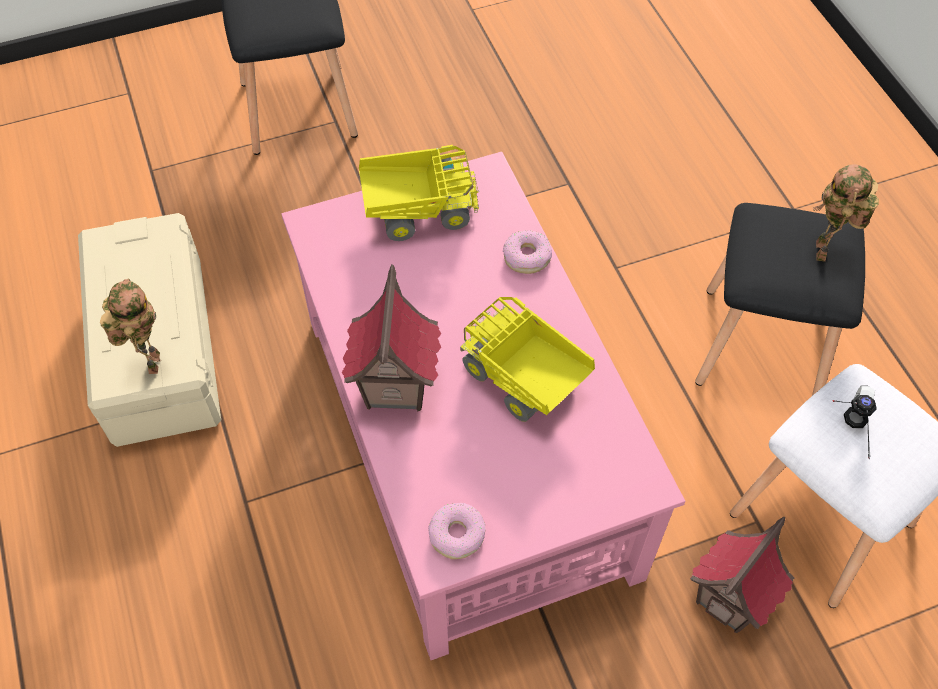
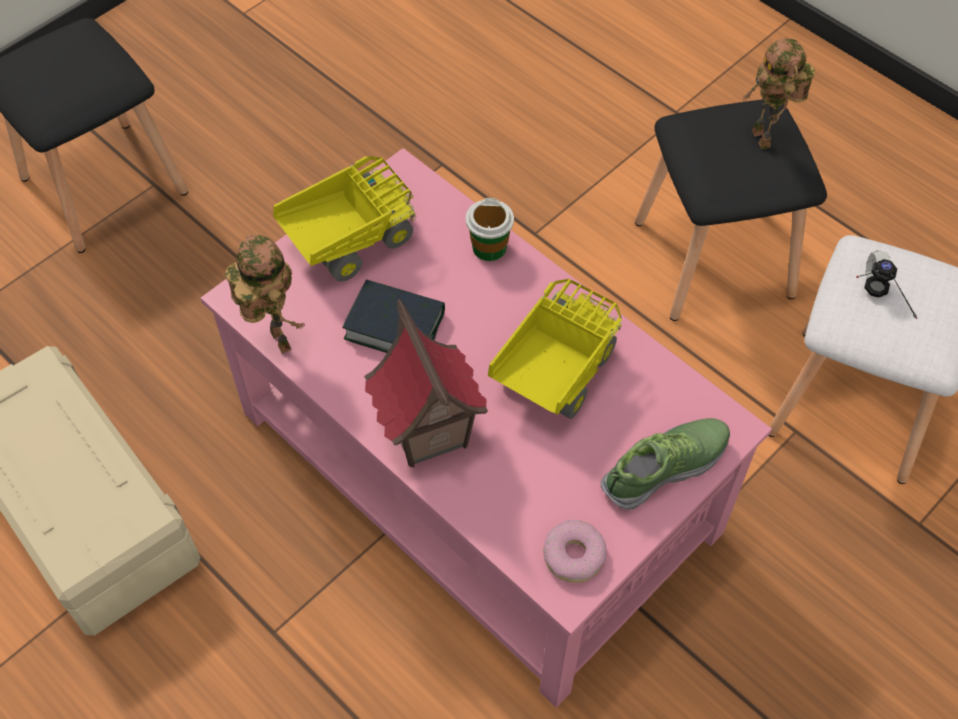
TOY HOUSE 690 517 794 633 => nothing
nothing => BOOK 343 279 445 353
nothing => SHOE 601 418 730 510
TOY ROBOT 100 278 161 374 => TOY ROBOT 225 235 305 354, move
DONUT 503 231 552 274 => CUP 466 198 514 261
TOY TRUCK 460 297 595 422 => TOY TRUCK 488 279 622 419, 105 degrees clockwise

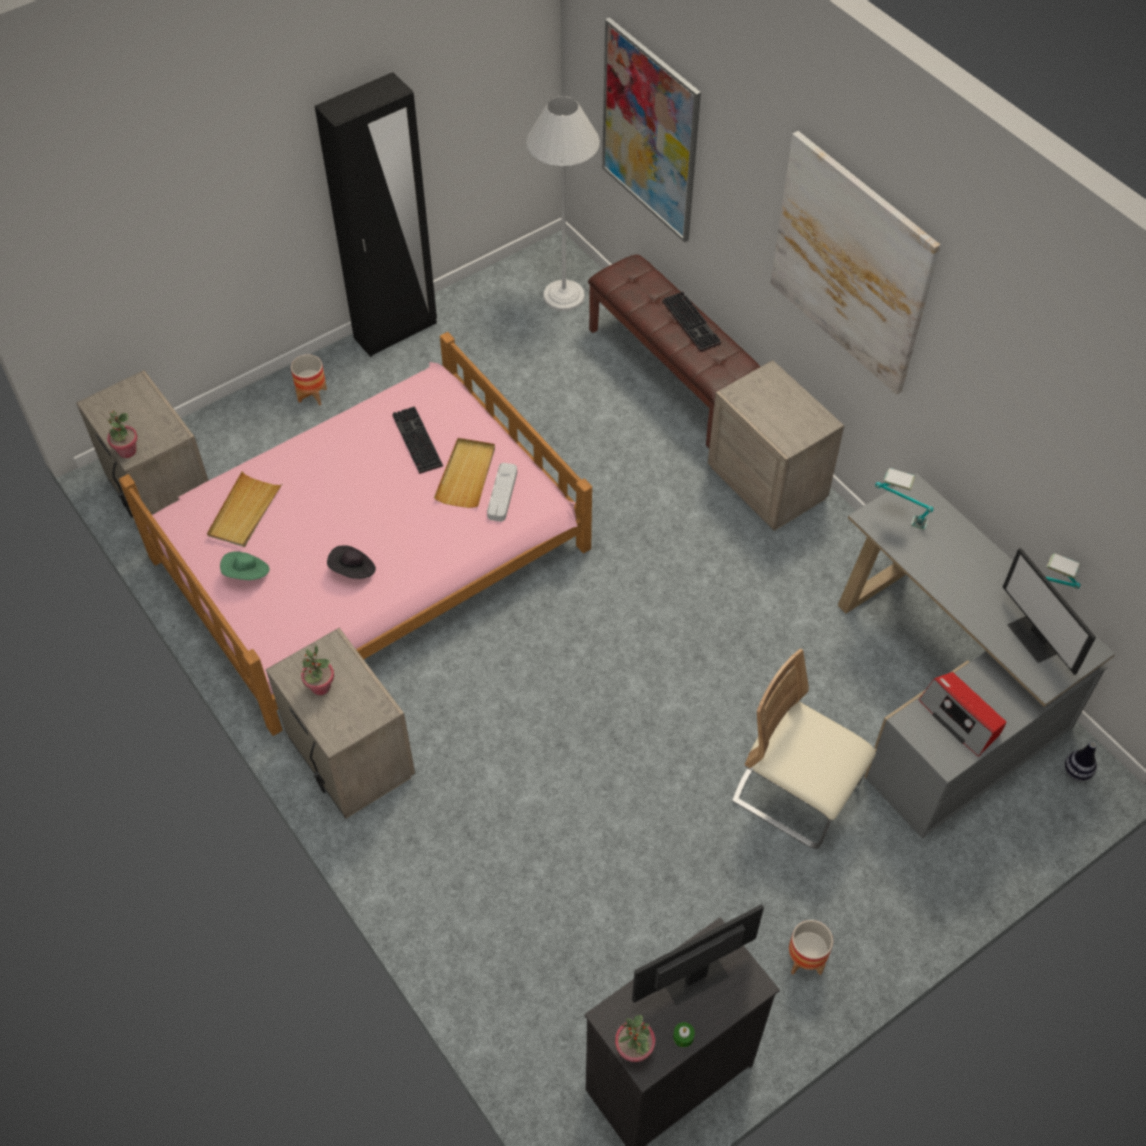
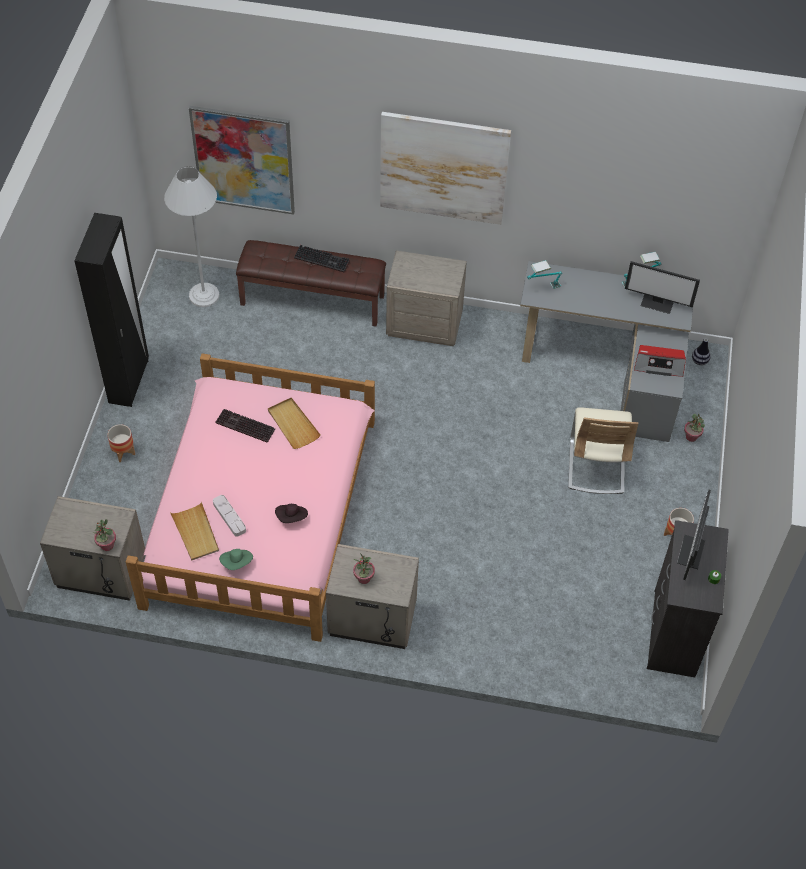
GREY TRAY 487 463 517 522 => GREY TRAY 213 495 246 537, move
POTTED PLANT 615 1015 655 1062 => POTTED PLANT 684 414 705 442, move
BEIGE CHAIR 732 648 876 849 => BEIGE CHAIR 568 407 638 494, 75 degrees counterclockwise

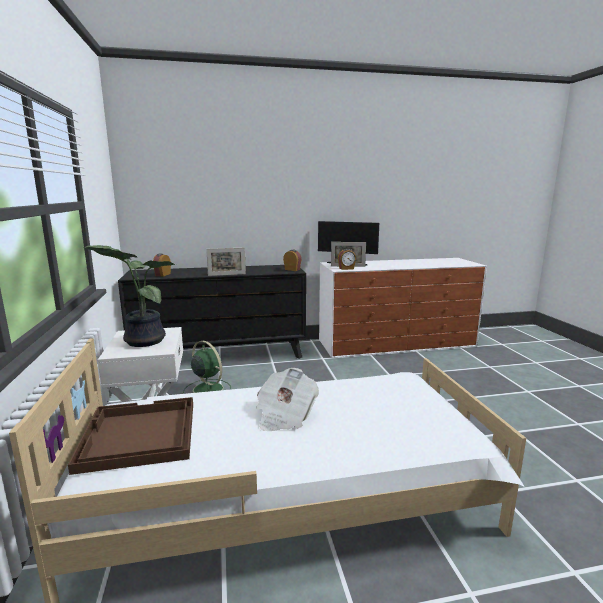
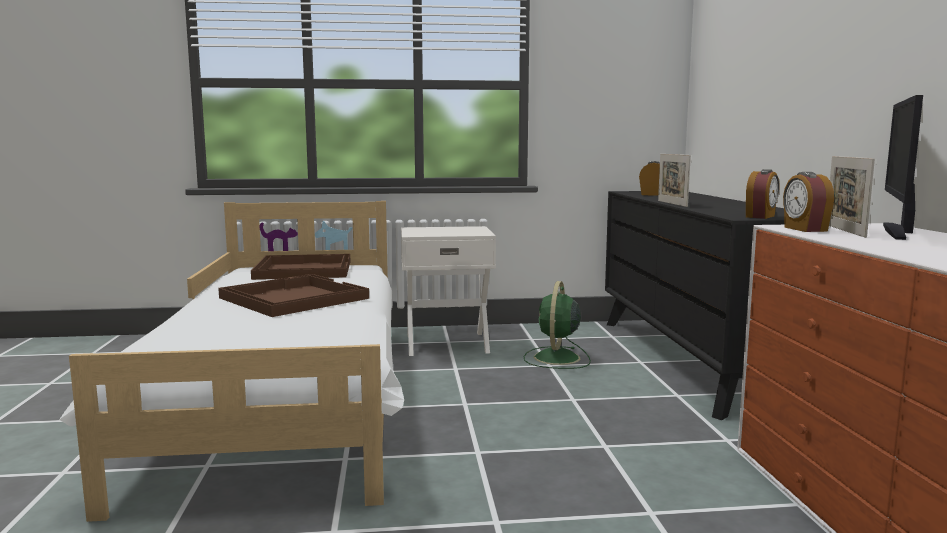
POTTED PLANT 84 245 176 347 => nothing
NEWSPAPER 256 368 319 431 => BROWN TRAY 218 274 369 317
GREEN FAN 183 341 231 393 => GREEN FAN 524 281 591 369, 150 degrees clockwise

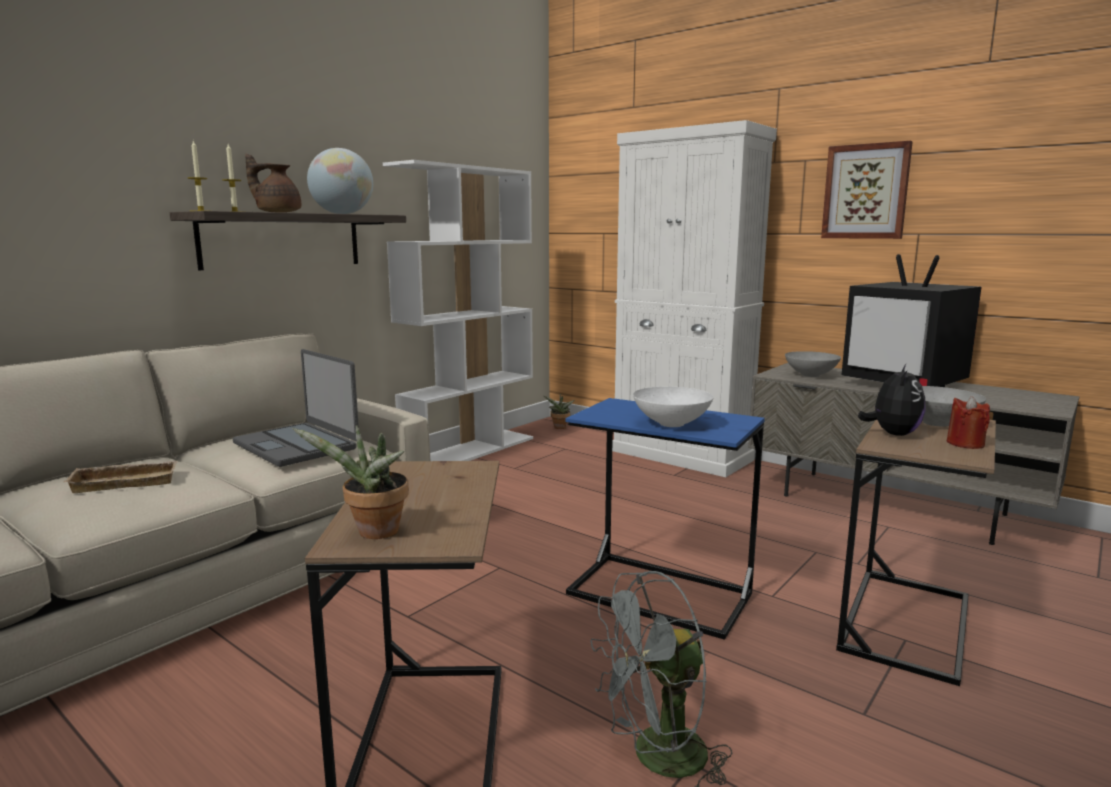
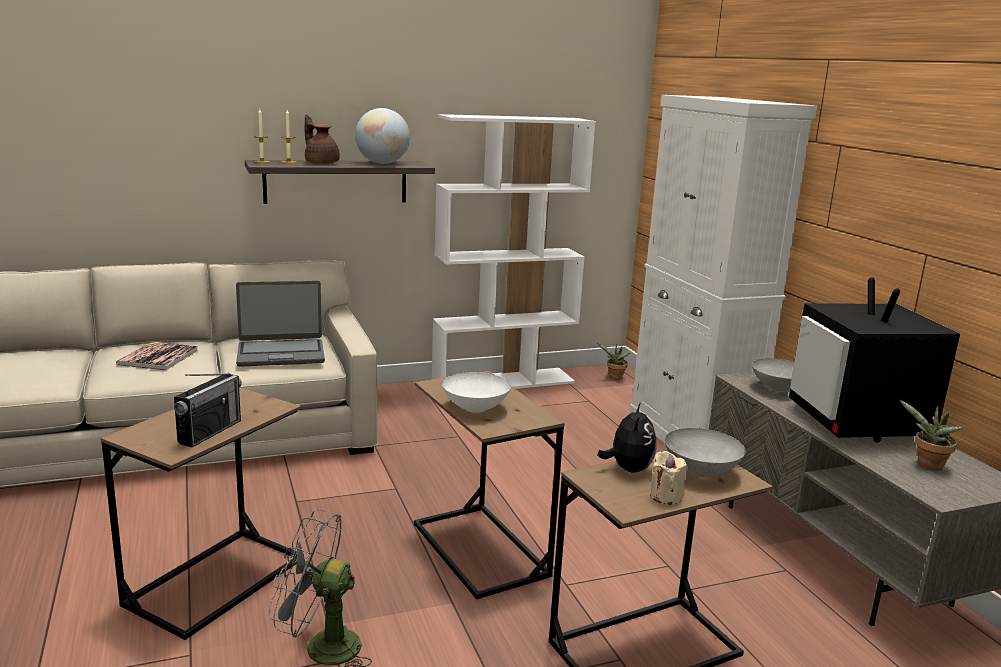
PICTURE 821 141 913 239 => nothing
nothing => RADIO 174 373 242 447
POTTED PLANT 292 425 409 539 => POTTED PLANT 900 400 965 471, move
BEIGE TRAY 63 461 178 493 => BOOK 116 342 198 370
BLUE SIDE TABLE 566 398 765 640 => BROWN SIDE TABLE 414 371 565 599
RED CANDLE 947 396 990 449 => BEIGE CANDLE 650 451 687 505
LAPTOP 233 349 359 467 => LAPTOP 236 281 325 367, 90 degrees counterclockwise
PLUSH TOY 858 364 925 436 => PLUSH TOY 597 402 656 472, 45 degrees counterclockwise

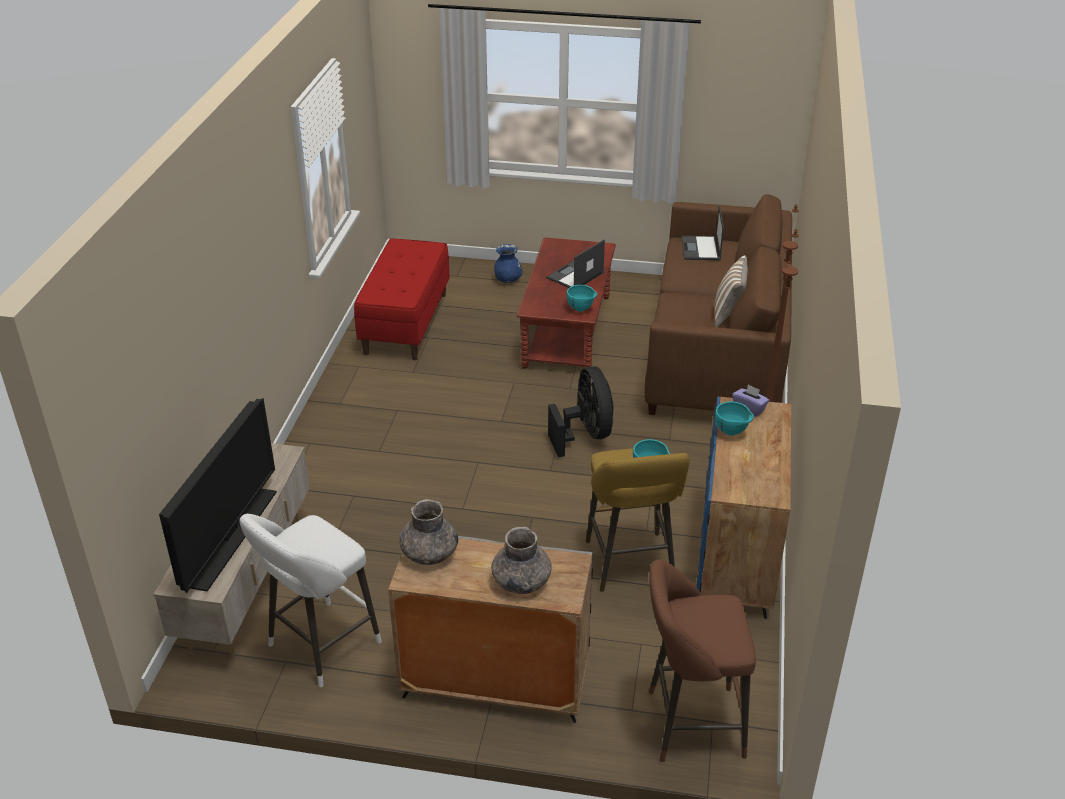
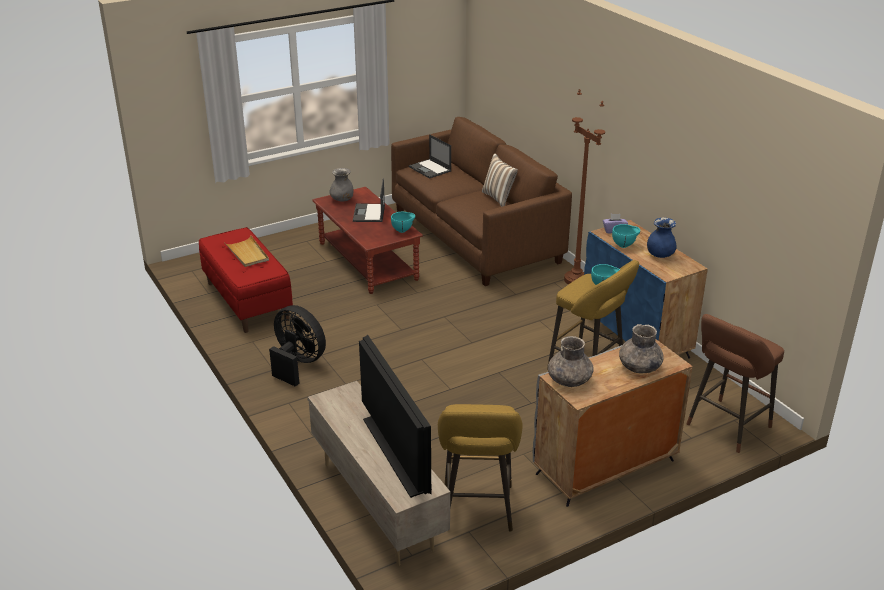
nothing => BEIGE TRAY 224 236 269 267
nothing => GREY VASE 330 168 354 202
BLUE VASE 494 244 523 283 => BLUE VASE 647 217 677 258, move
BLACK FAN 548 366 614 457 => BLACK FAN 269 305 326 387, move
WHITE STOOL 239 514 382 687 => YELLOW STOOL 438 404 523 532

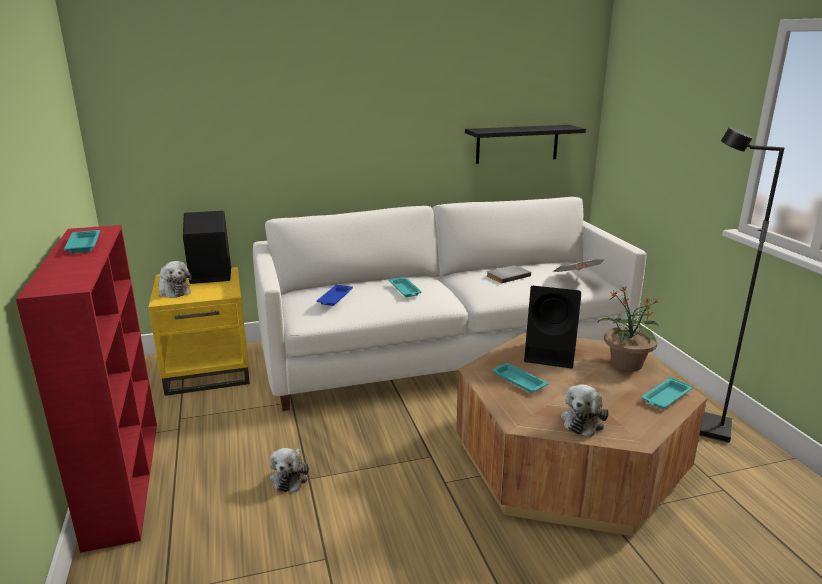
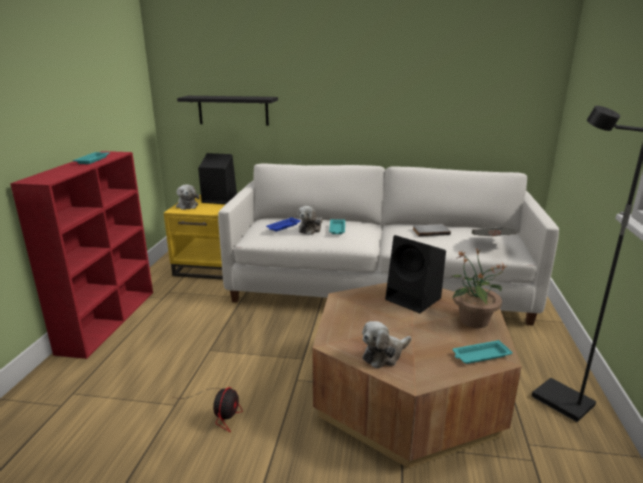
TURQUOISE TRAY 492 363 549 392 => nothing
nothing => FAN 172 387 242 432
PLUSH TOY 270 448 309 492 => PLUSH TOY 297 206 323 235, move
BLACK SHELF 465 125 586 164 => BLACK SHELF 177 96 278 126, move

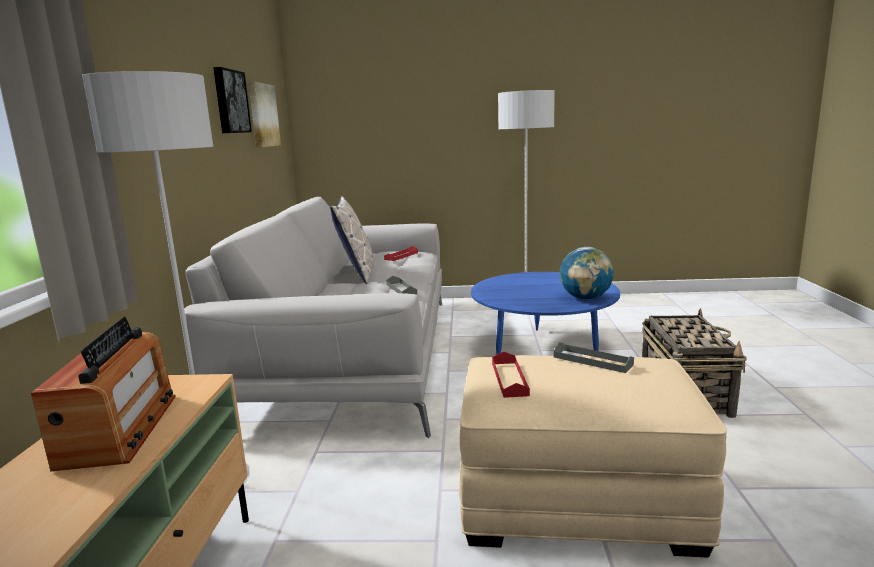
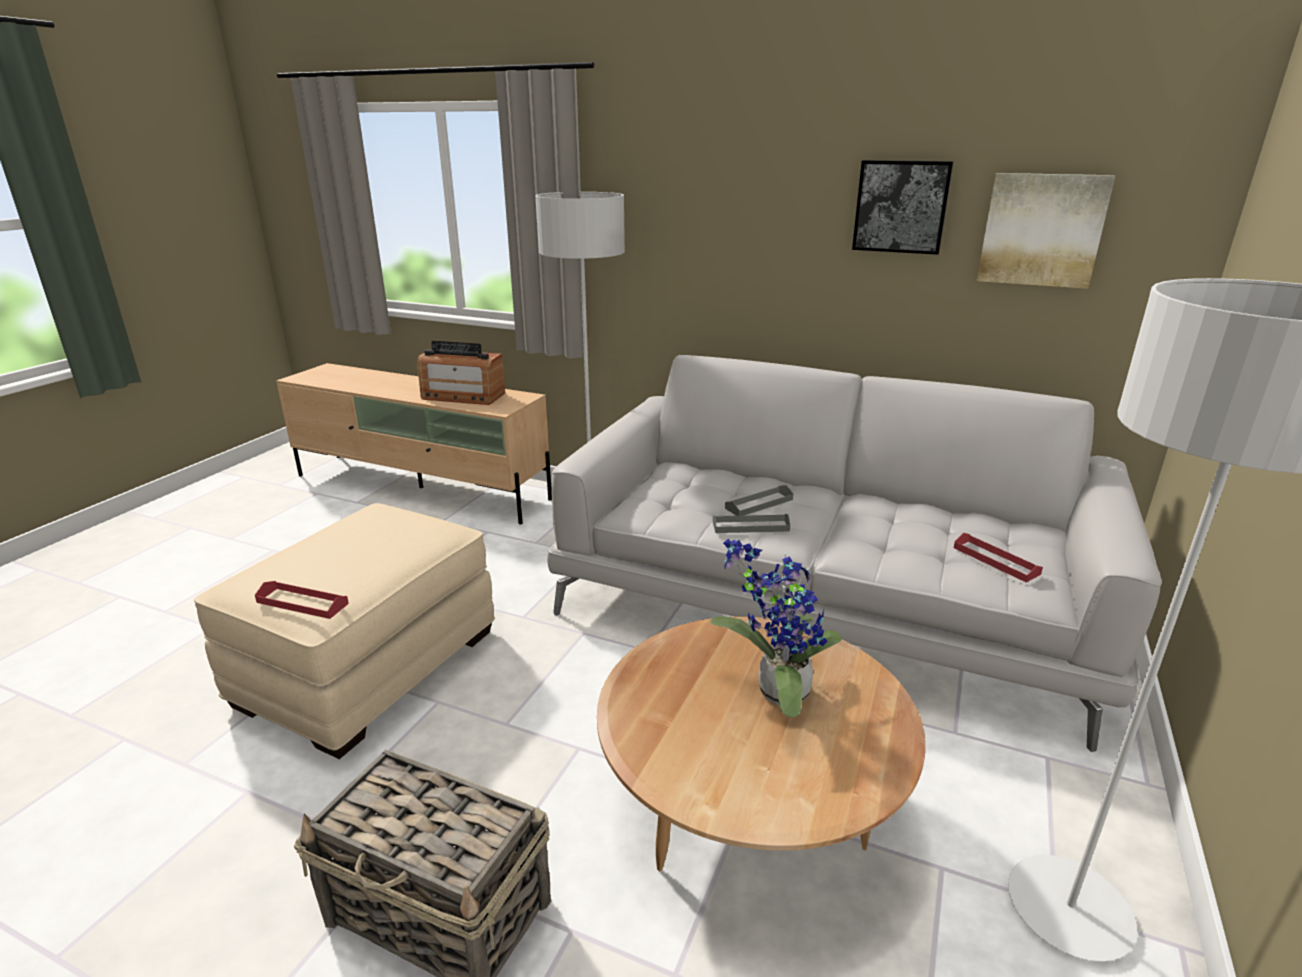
PILLOW 330 196 374 284 => nothing
GLOBE 560 247 614 300 => nothing
nothing => POTTED PLANT 710 539 842 717
RED TRAY 492 351 530 398 => RED TRAY 255 581 349 619, move
GREY TRAY 554 342 634 373 => GREY TRAY 725 485 793 516, move
BLUE COFFEE TABLE 471 272 620 355 => BROWN COFFEE TABLE 597 617 926 872

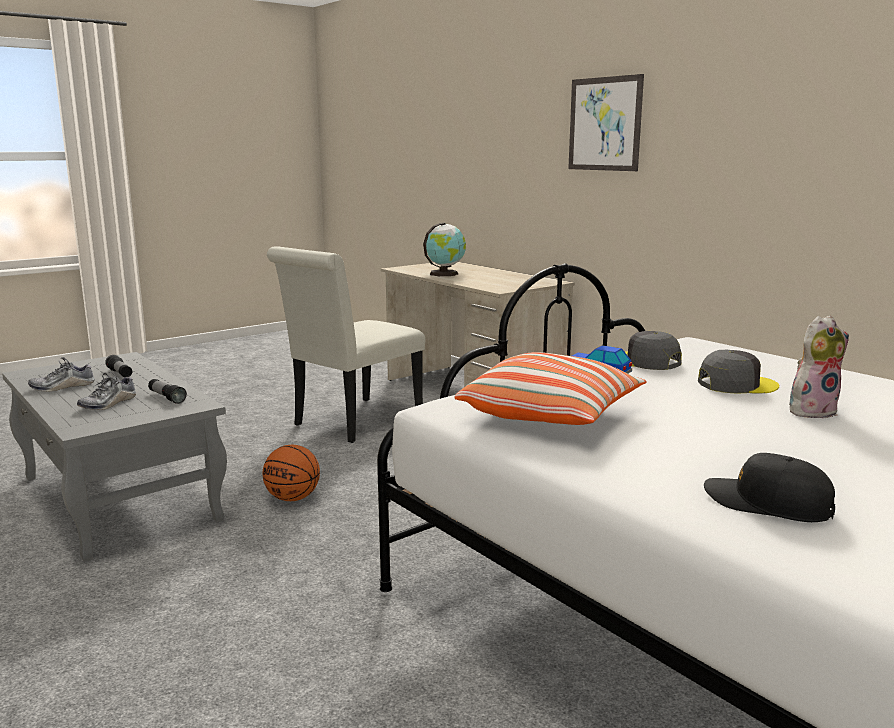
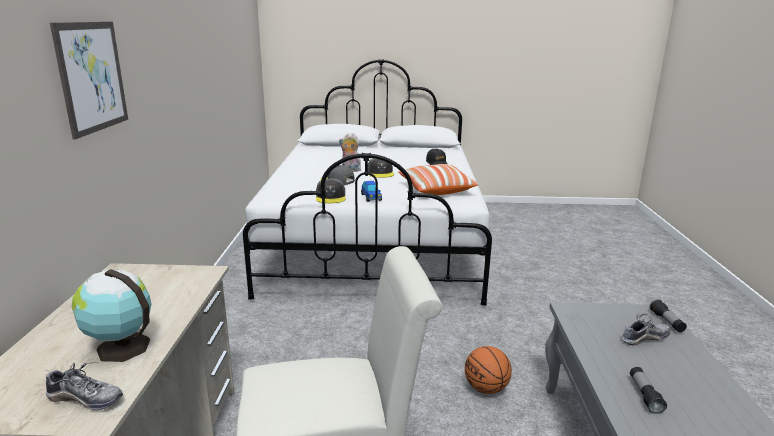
nothing => GREY CAP 368 158 394 178
SHOE 28 357 95 392 => SHOE 46 362 123 410, move
FLASHLIGHT 148 379 187 404 => FLASHLIGHT 650 299 687 332, move

